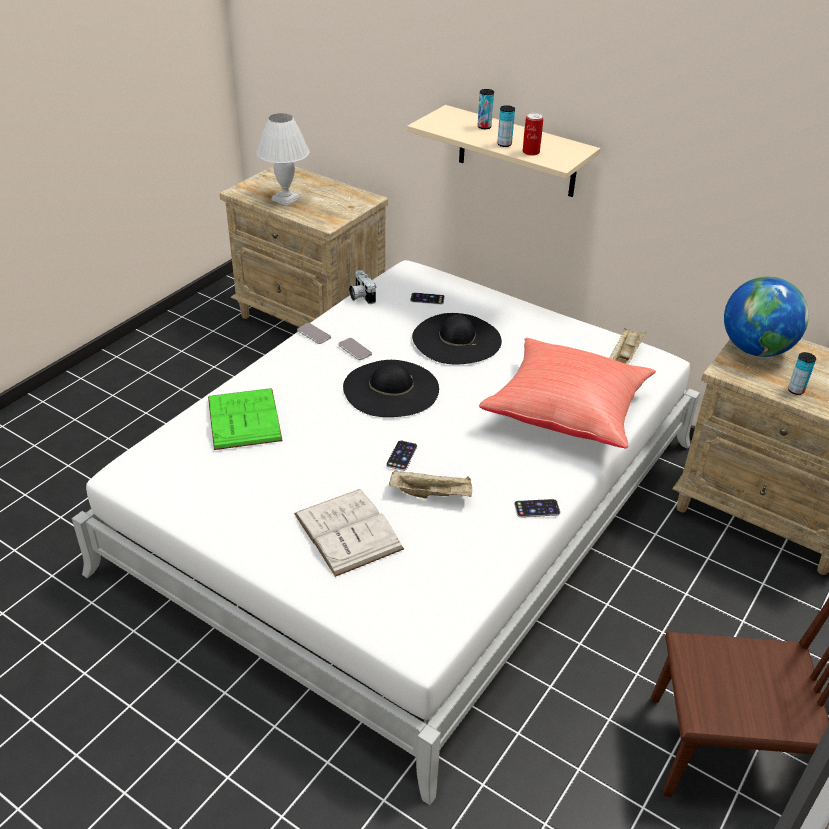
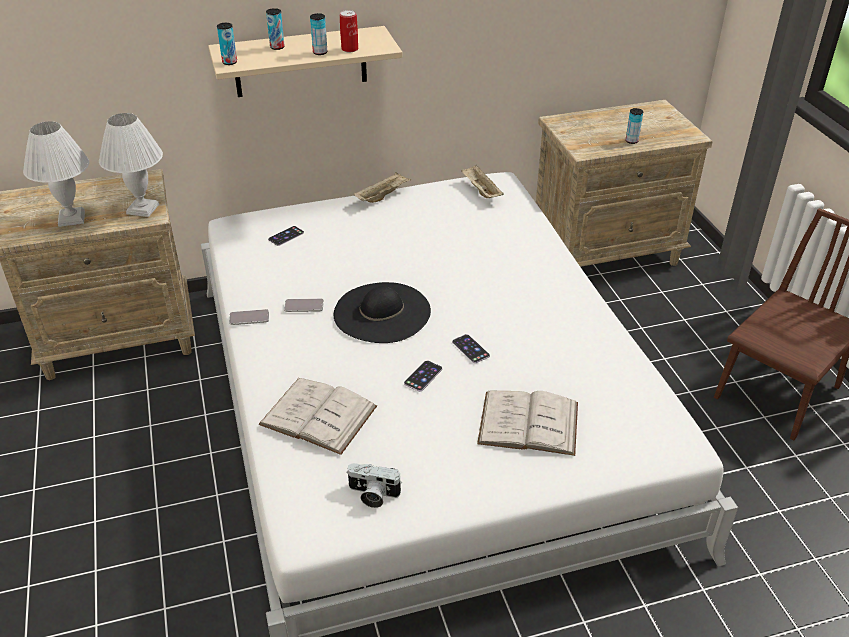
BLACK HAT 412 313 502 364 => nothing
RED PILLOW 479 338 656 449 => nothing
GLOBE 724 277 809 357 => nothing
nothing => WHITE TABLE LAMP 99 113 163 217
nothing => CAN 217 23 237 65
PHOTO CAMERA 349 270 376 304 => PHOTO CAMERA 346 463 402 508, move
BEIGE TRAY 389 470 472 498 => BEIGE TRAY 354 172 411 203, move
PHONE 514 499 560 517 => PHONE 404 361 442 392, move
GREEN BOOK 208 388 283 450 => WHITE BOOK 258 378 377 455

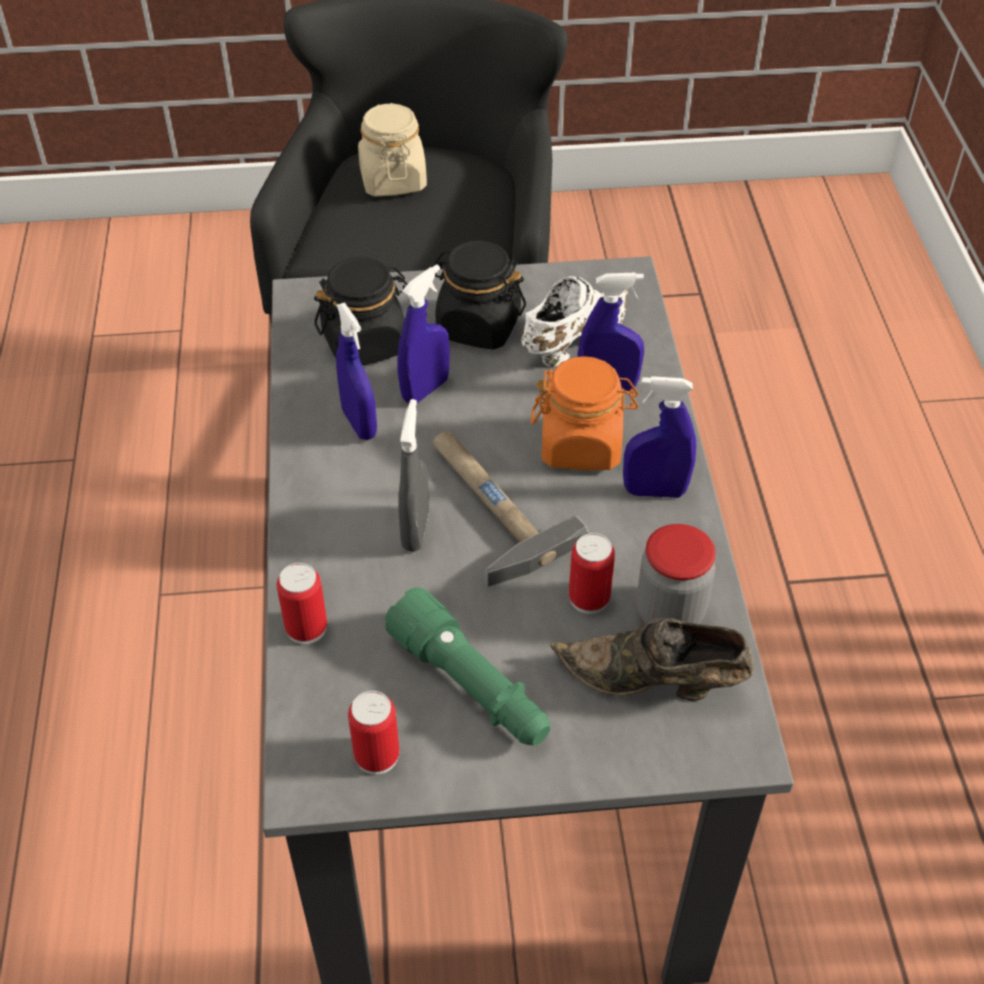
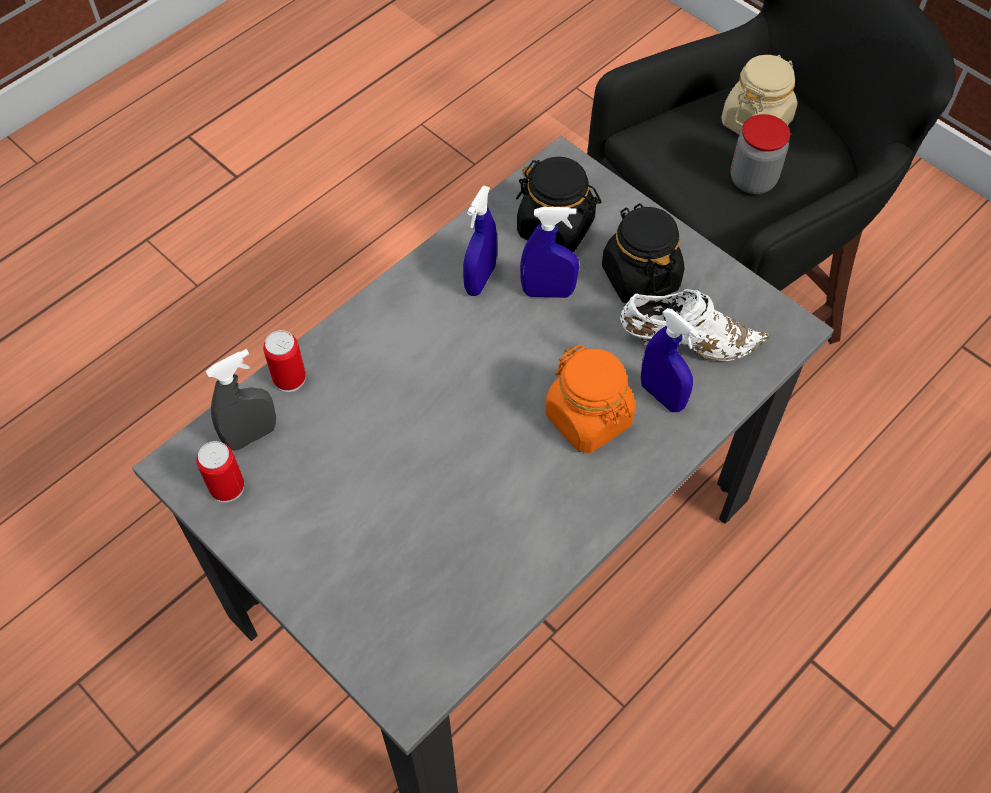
GREEN FLASHLIGHT 385 587 550 745 => nothing
HAMMER 433 431 588 587 => nothing
BROWN SHOE 550 618 754 701 => nothing
CAN 569 533 615 614 => nothing
BLUE SPRAY BOTTLE 623 376 696 498 => nothing
GREY SPRAY BOTTLE 398 399 429 552 => GREY SPRAY BOTTLE 206 349 276 451, move
JAR 636 524 716 624 => JAR 731 114 790 194, move

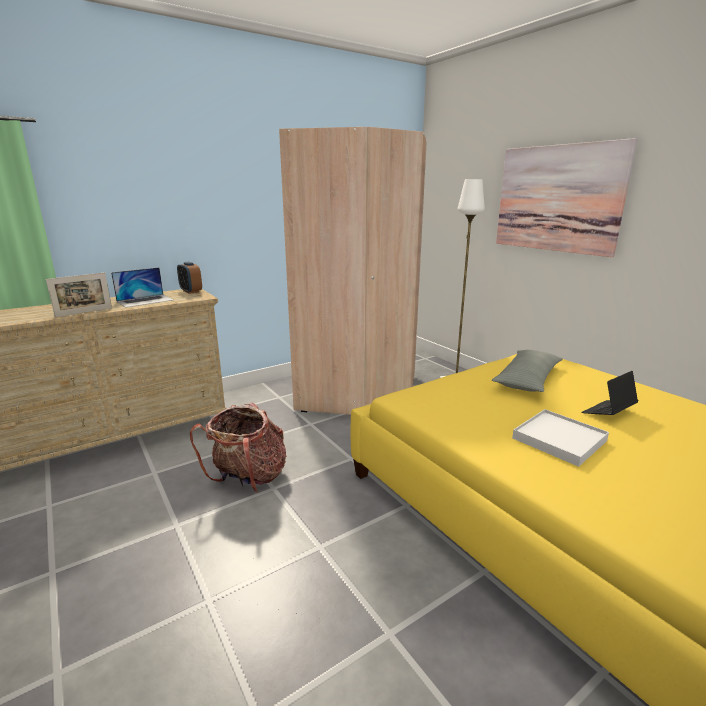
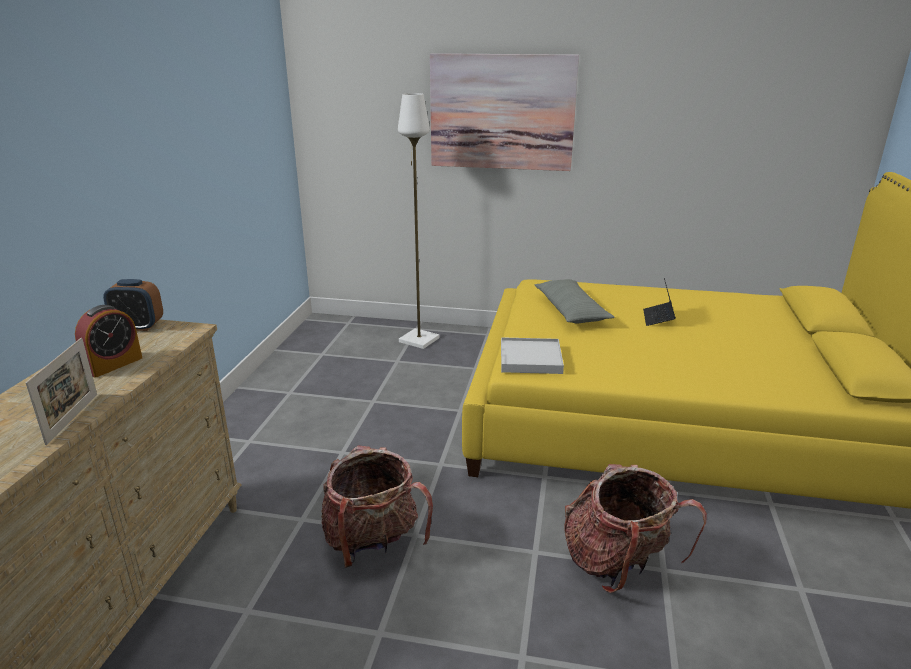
BEIGE WARDROBE 279 127 427 415 => nothing
nothing => BACKPACK 564 464 707 593
WHITE TRAY 512 409 609 467 => WHITE TRAY 501 337 564 374, move
LAPTOP 111 267 174 308 => ALARM CLOCK 75 305 142 377

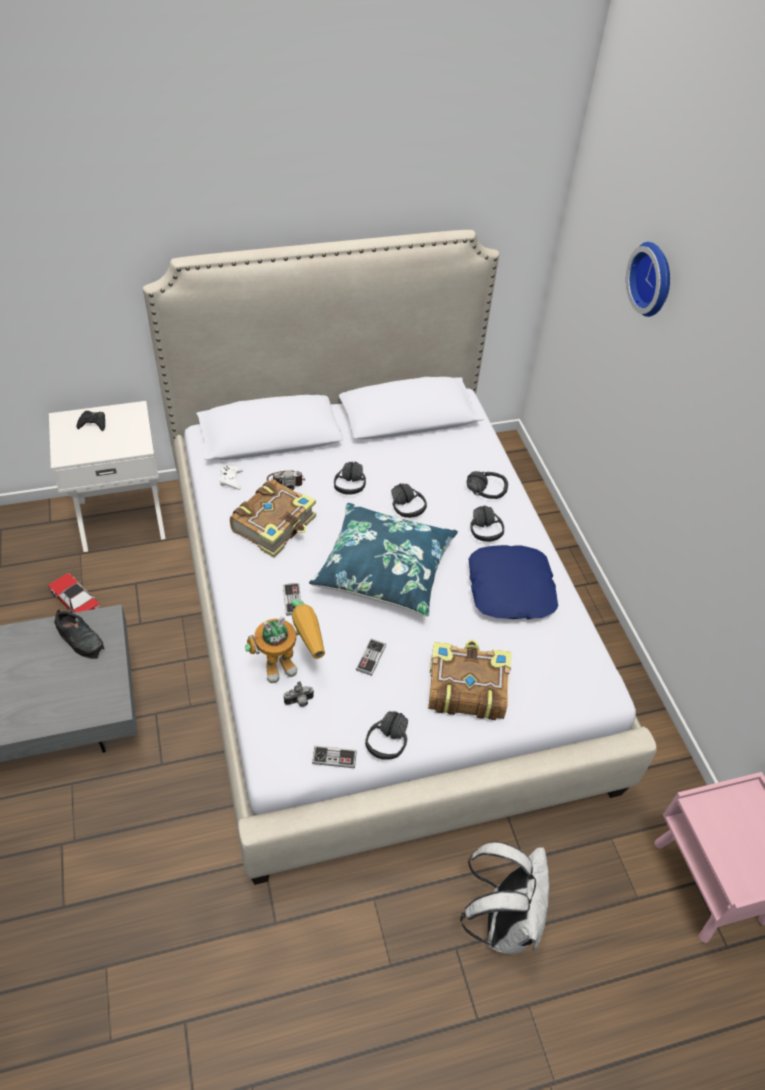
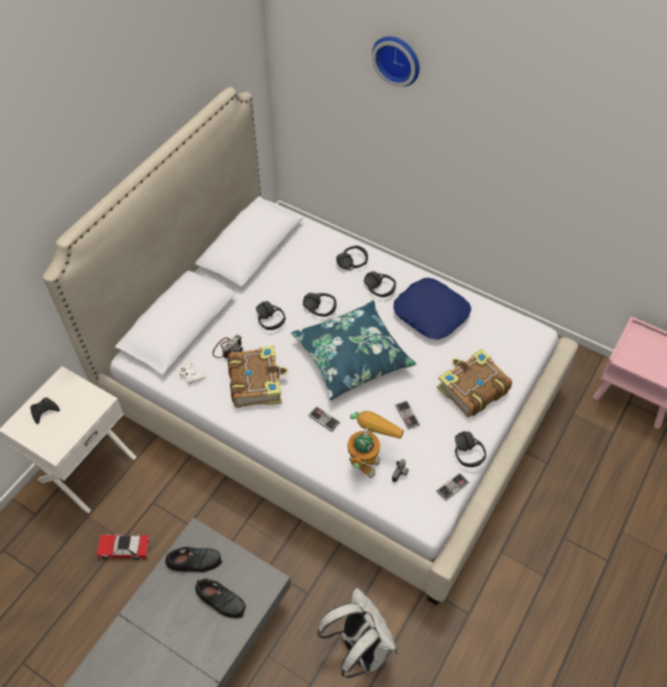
nothing => BLACK SHOE 195 579 246 618
WHITE BACKPACK 460 841 549 954 => WHITE BACKPACK 317 588 397 678, move

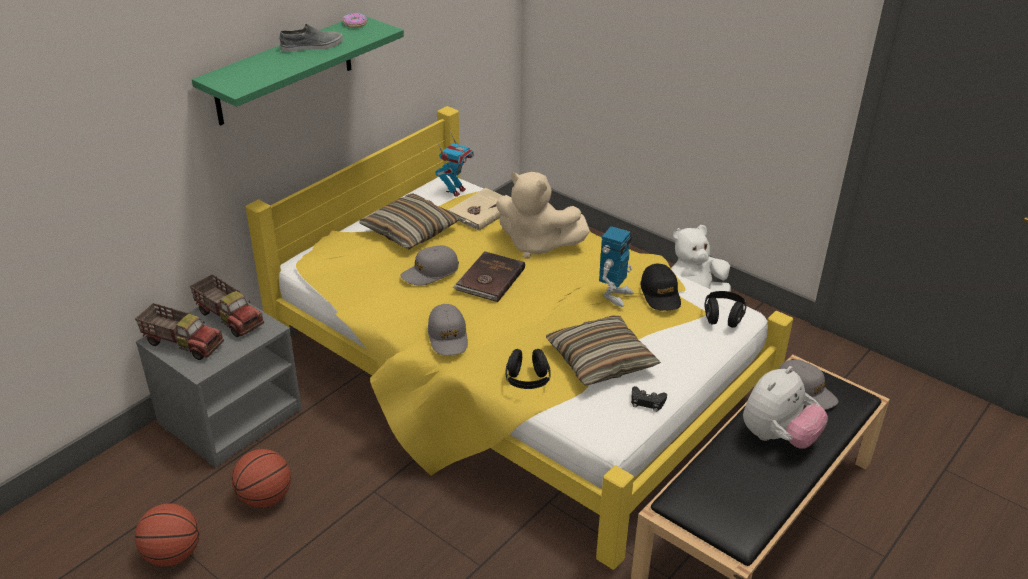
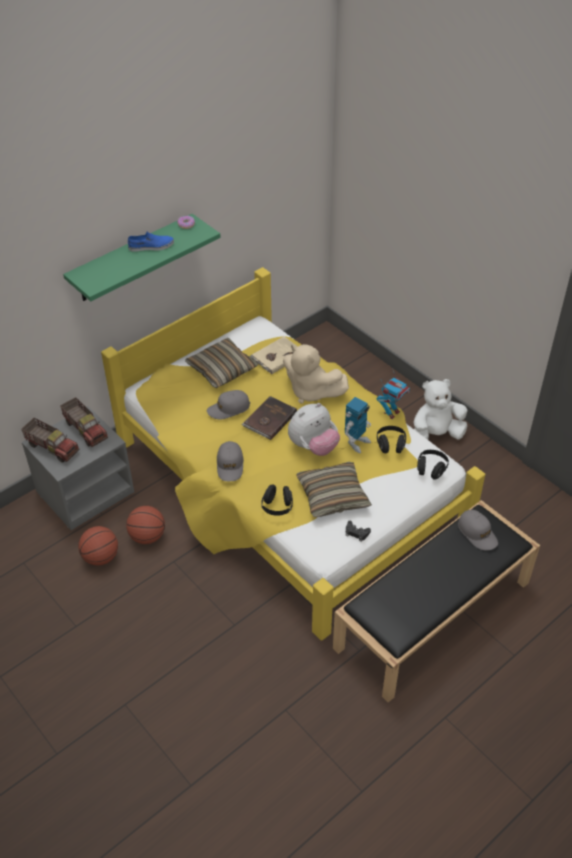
BASKETBALL 135 503 200 566 => BASKETBALL 126 506 165 544, move
TOY ROBOT 435 131 474 197 => TOY ROBOT 377 371 410 419, move
PLUSH TOY 743 366 828 449 => PLUSH TOY 288 403 340 456, move
BLACK CAP 640 263 681 311 => BLACK HEADPHONES 377 426 406 453
GREY SHOE 280 24 343 52 => BLUE SHOE 128 232 174 252

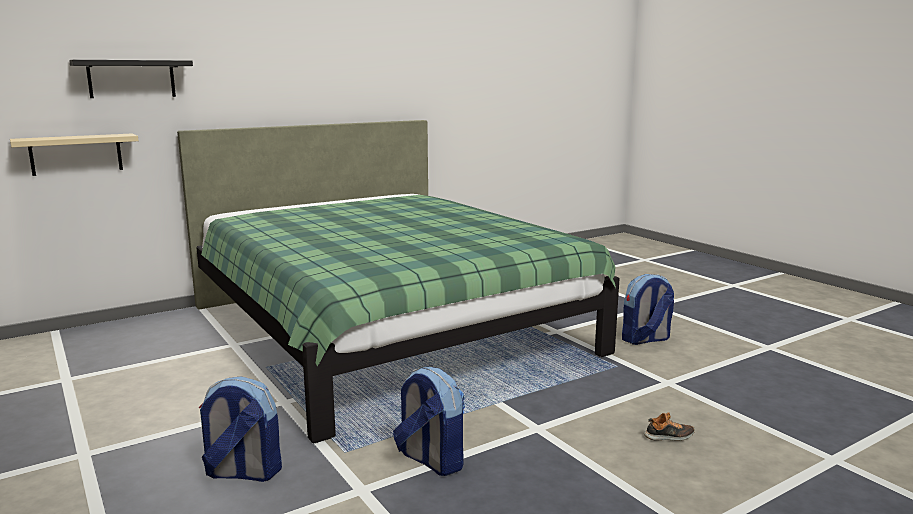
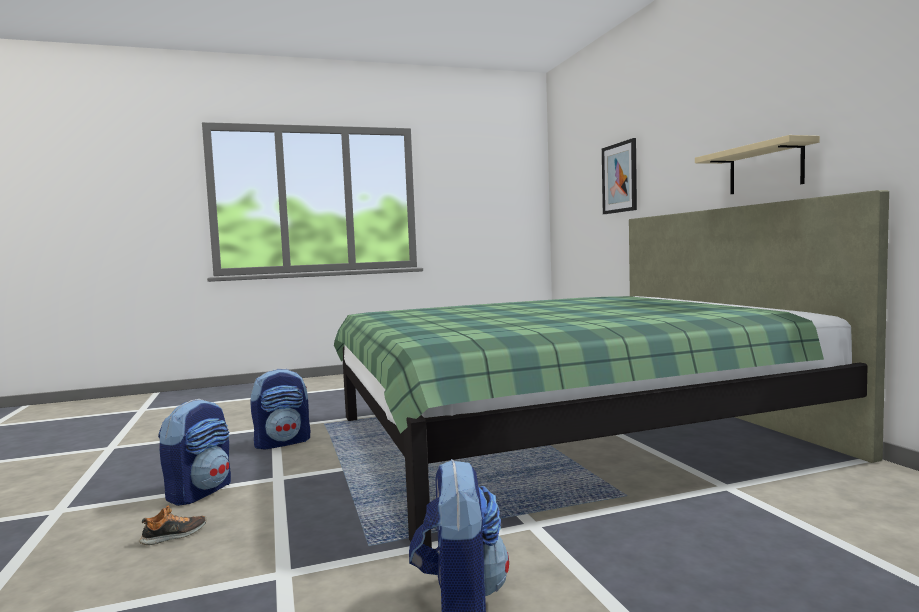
BEIGE SHELF 10 133 138 176 => BEIGE SHELF 695 135 820 194, move
BACKPACK 199 376 282 482 => BACKPACK 158 399 231 506, move
BLACK SHELF 69 60 193 98 => PICTURE 602 138 637 214
SHOE 644 412 695 441 => SHOE 139 506 207 545, 135 degrees counterclockwise

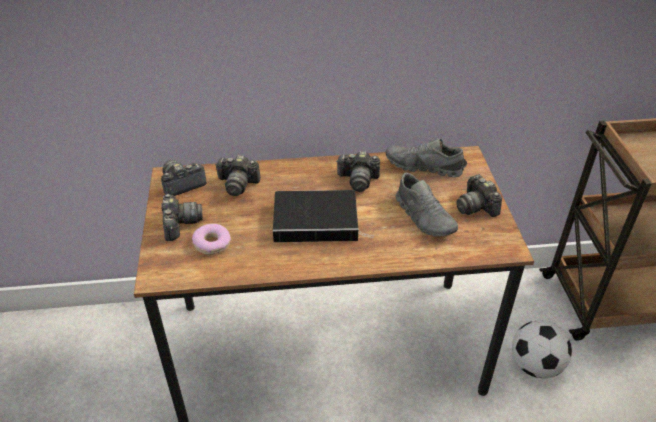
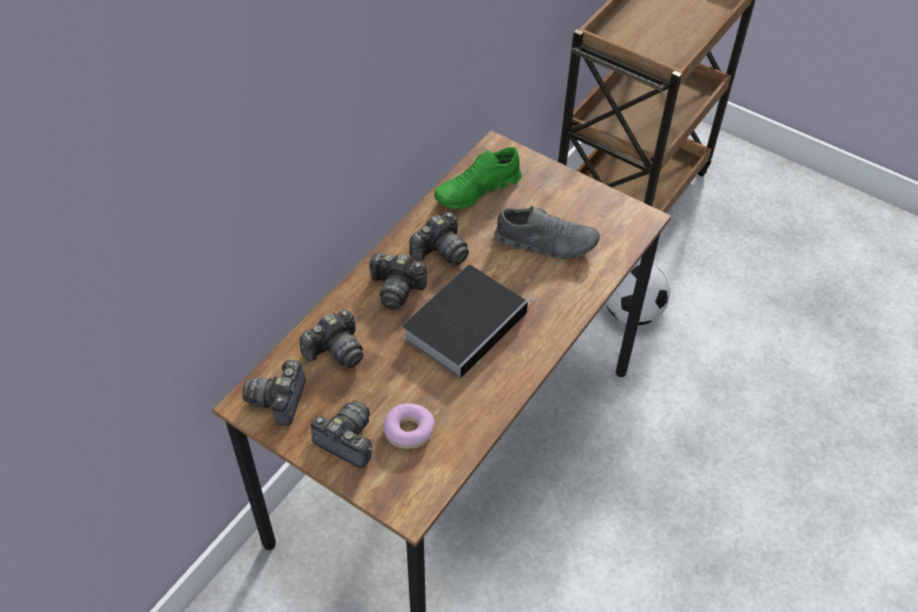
PHOTO CAMERA 456 175 502 217 => PHOTO CAMERA 368 253 427 309, move
GREY SHOE 386 139 464 178 => GREEN SHOE 434 147 522 209

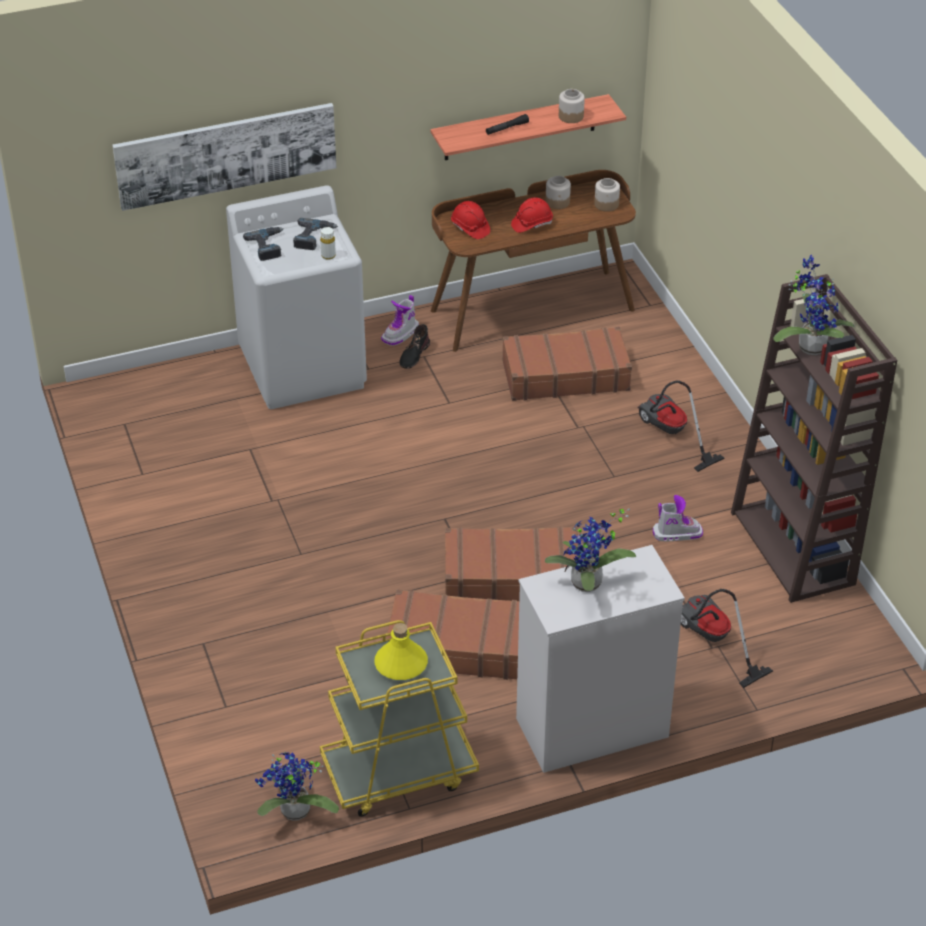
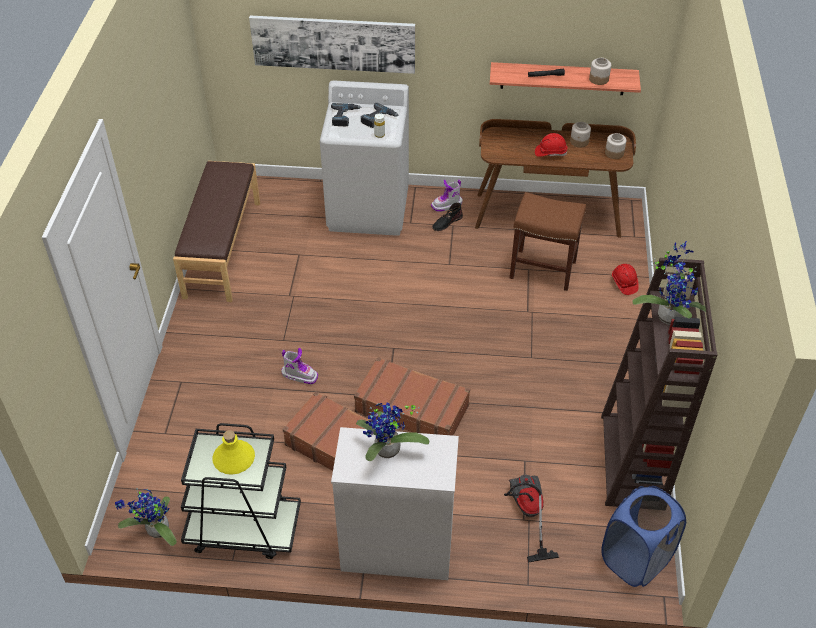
VACUUM CLEANER 638 380 725 472 => nothing
nothing => BROWN BENCH 173 161 260 302
nothing => BLUE LAUNDRY BASKET 601 486 686 587
RED HARD HAT 451 201 490 239 => RED HARD HAT 612 264 639 295, move
BOOT 653 495 703 542 => BOOT 281 348 318 384, move
BROWN SUITCASE 502 327 632 401 => BROWN STOOL 510 192 586 291
YELLOW CART 320 620 479 817 => BLACK CART 181 423 301 559

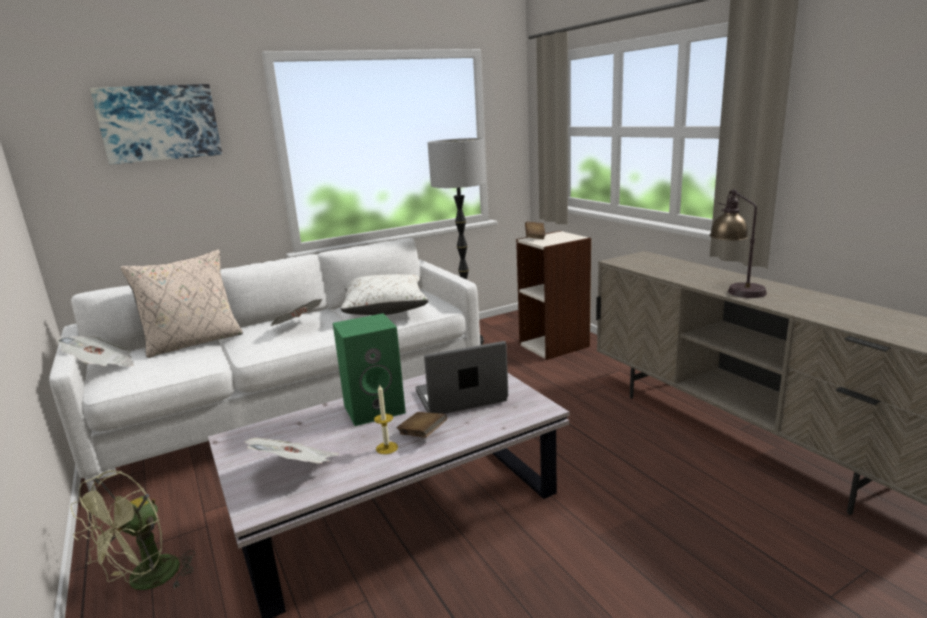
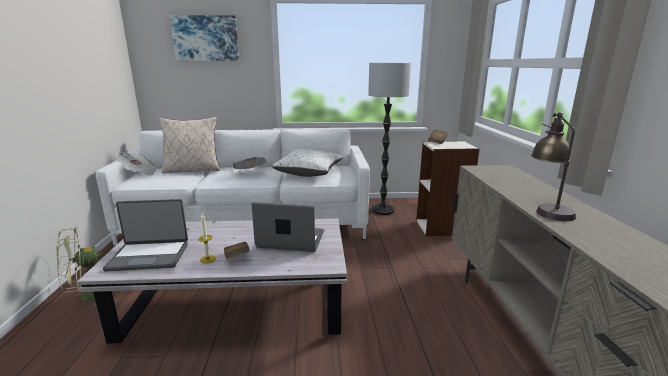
GREEN SPEAKER 333 313 406 426 => nothing
NEWSPAPER 244 438 339 464 => LAPTOP 103 199 188 272

